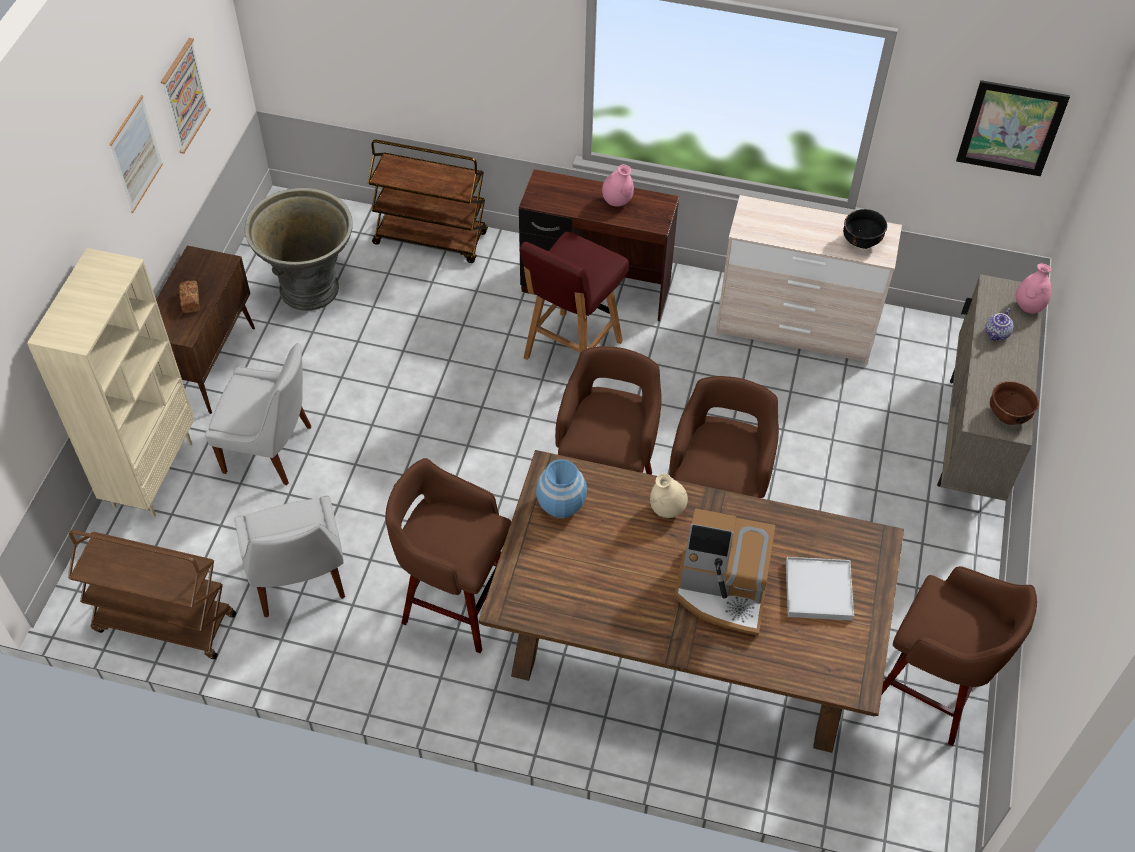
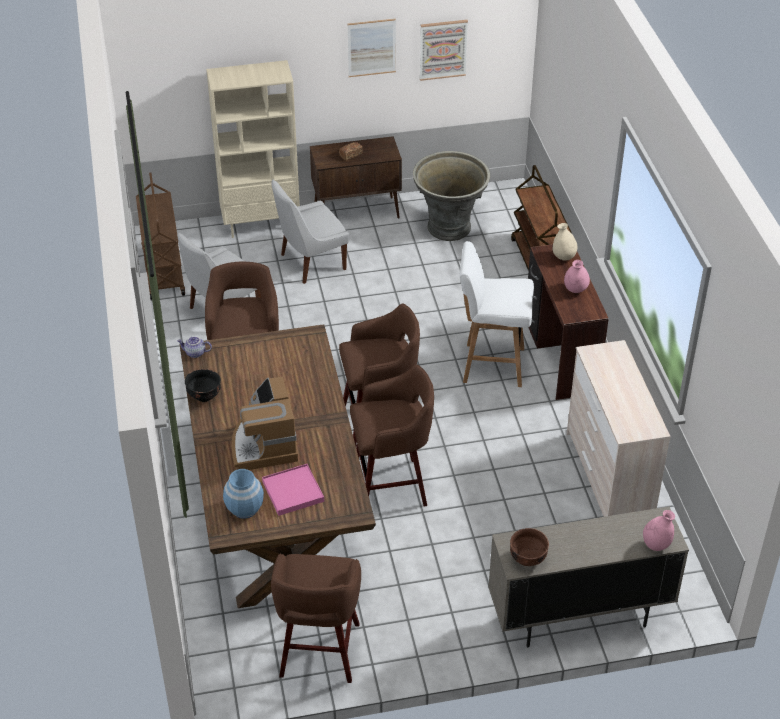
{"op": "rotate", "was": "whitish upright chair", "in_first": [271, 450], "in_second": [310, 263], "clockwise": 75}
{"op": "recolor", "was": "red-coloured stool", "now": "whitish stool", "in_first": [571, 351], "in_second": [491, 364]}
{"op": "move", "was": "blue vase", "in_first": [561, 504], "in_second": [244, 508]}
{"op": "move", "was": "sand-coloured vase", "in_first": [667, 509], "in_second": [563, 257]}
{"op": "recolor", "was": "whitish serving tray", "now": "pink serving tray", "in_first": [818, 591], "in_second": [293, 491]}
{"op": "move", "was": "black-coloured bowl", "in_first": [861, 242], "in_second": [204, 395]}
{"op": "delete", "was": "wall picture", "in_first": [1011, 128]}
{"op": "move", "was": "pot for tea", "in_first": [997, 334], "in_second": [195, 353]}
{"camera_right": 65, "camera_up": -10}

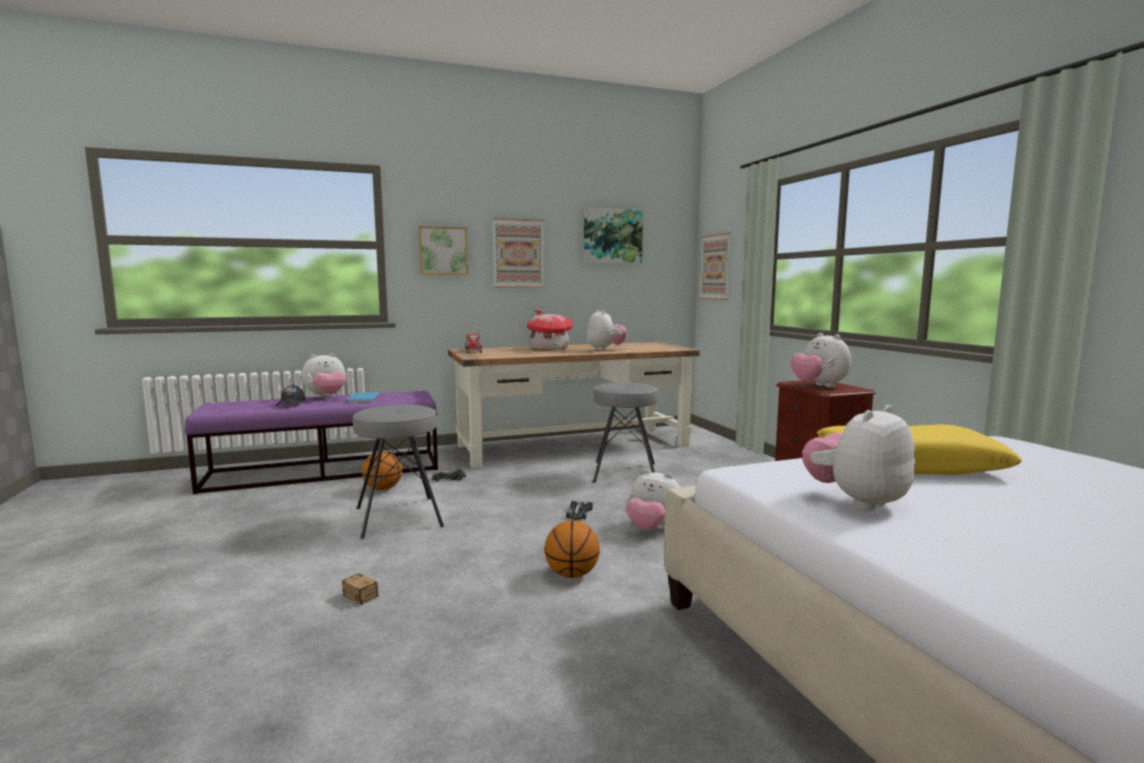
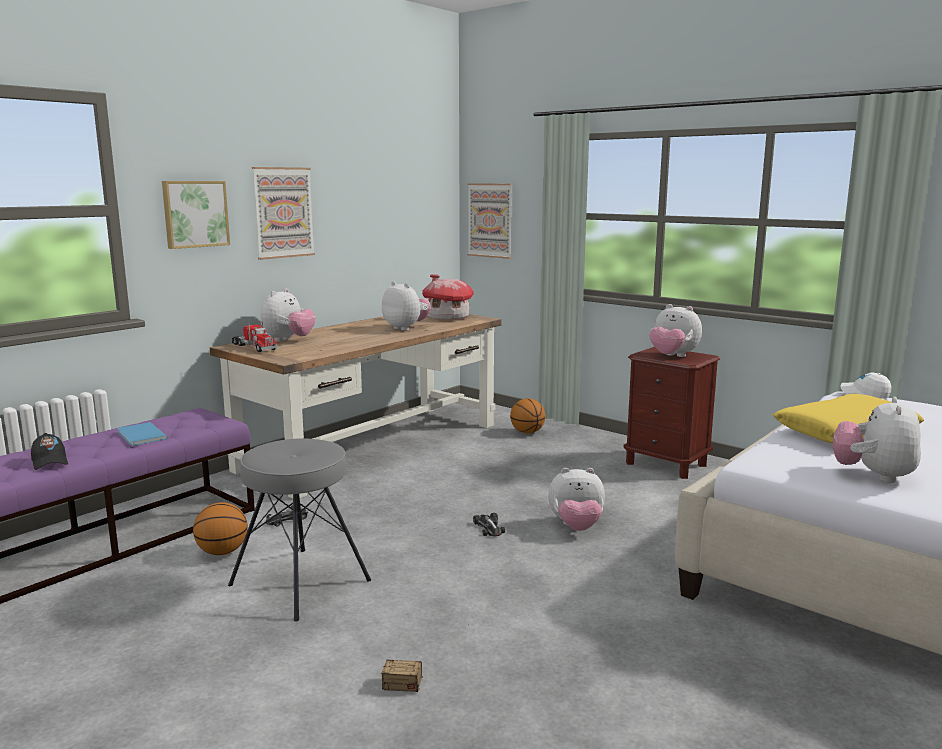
{"op": "move", "was": "cuddly toy", "in_first": [326, 397], "in_second": [288, 340]}
{"op": "move", "was": "miniature house", "in_first": [548, 349], "in_second": [447, 317]}
{"op": "move", "was": "basketball", "in_first": [572, 574], "in_second": [527, 432]}
{"op": "delete", "was": "wall picture", "in_first": [612, 236]}
{"op": "delete", "was": "grey stool", "in_first": [624, 472]}
{"op": "insert", "now": "whitish peaked cap", "in_second": [865, 393]}
{"camera_right": -30, "camera_up": 5}

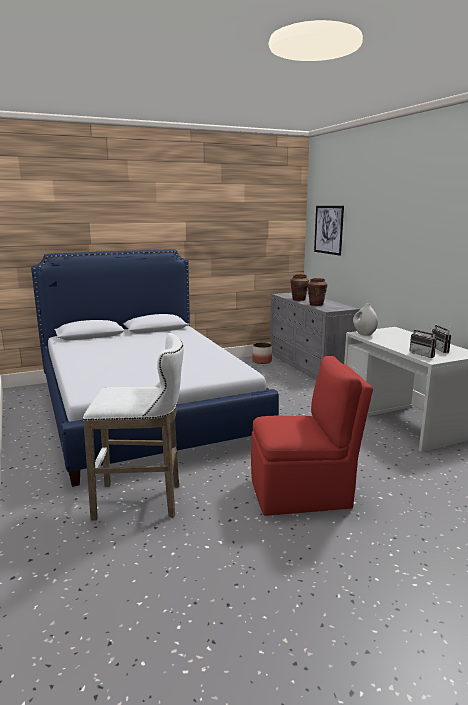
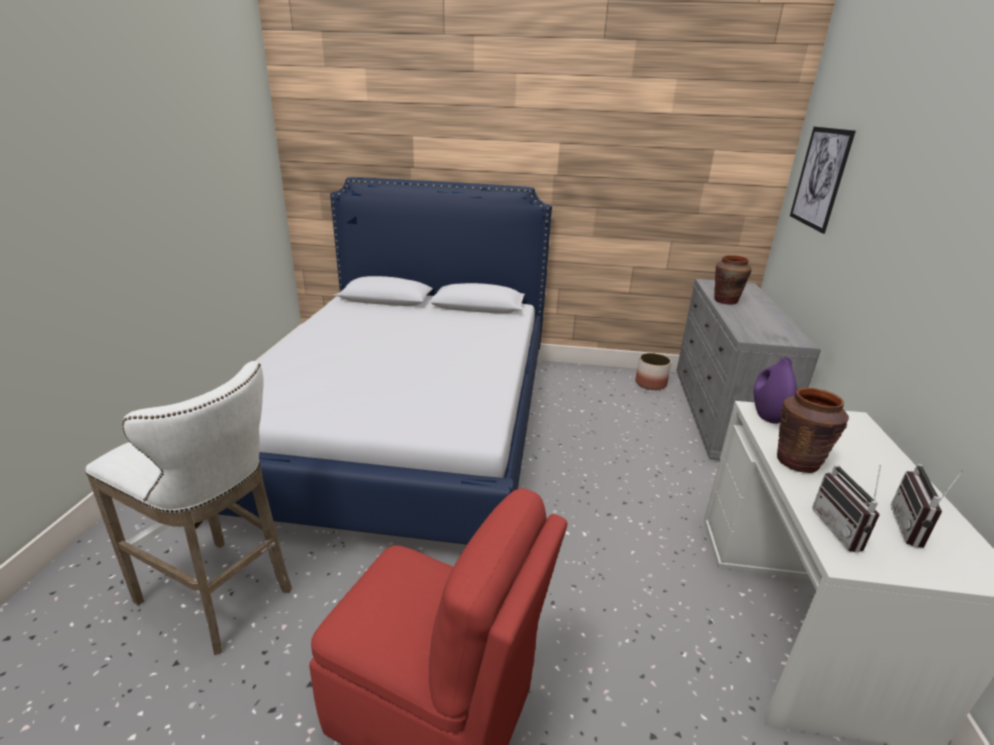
{"op": "move", "was": "brownish vase", "in_first": [316, 304], "in_second": [797, 462]}
{"op": "recolor", "was": "whitish vase", "now": "purple vase", "in_first": [364, 334], "in_second": [767, 416]}
{"camera_right": 30, "camera_up": 10}

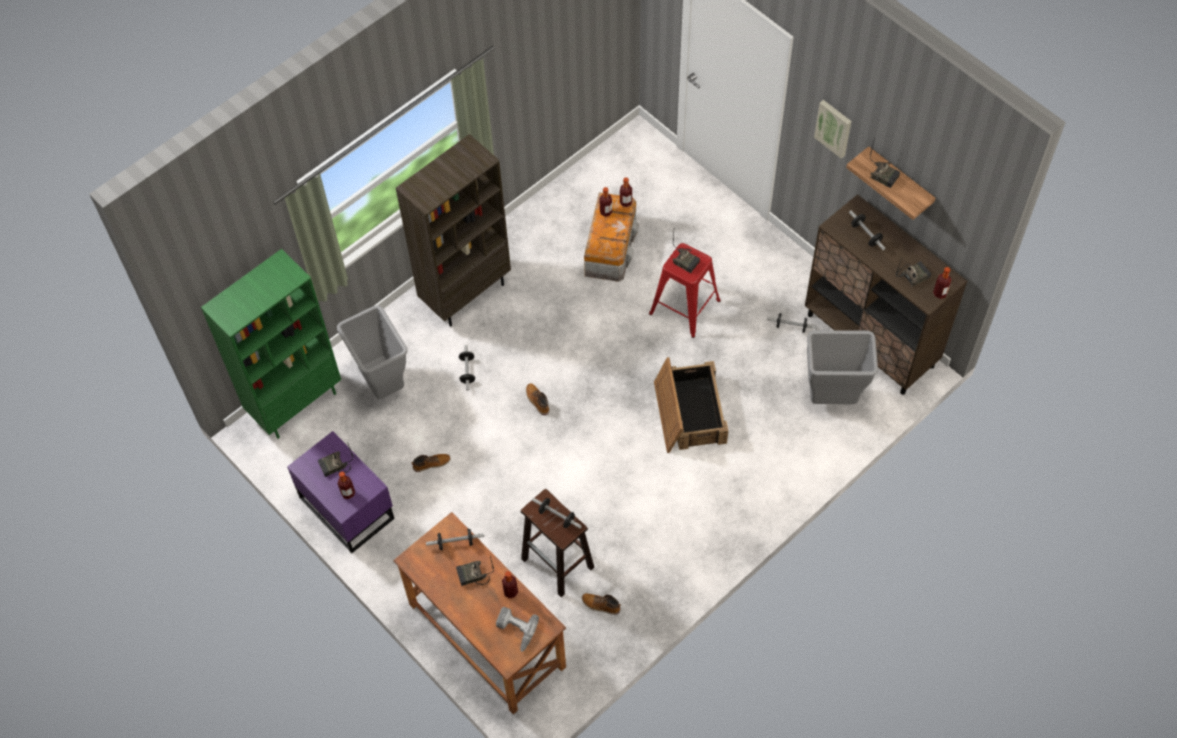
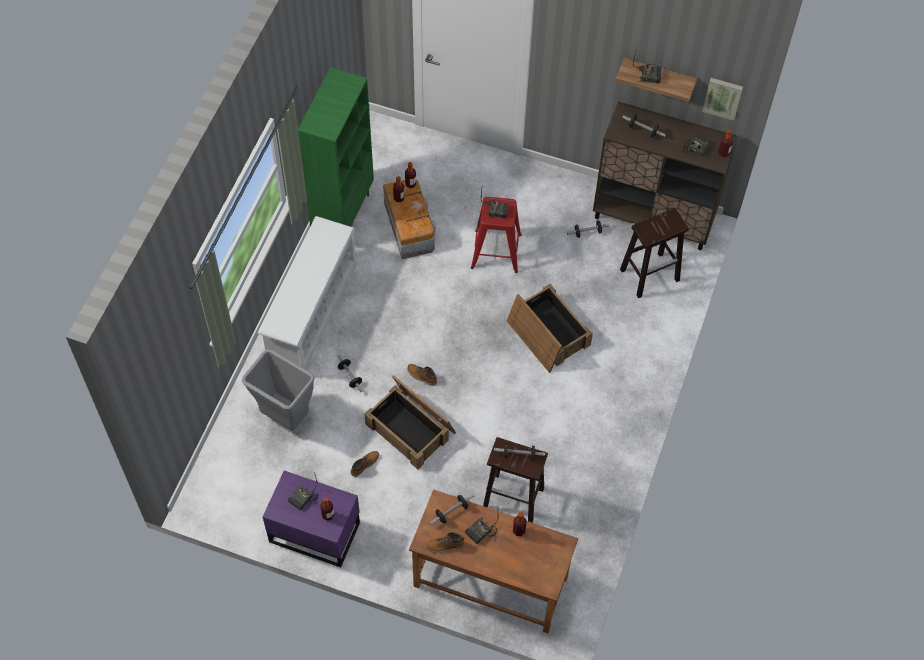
{"op": "move", "was": "green bookshelf", "in_first": [296, 403], "in_second": [343, 214]}
{"op": "replace", "was": "brownish bookshelf", "now": "whitish shoe rack", "in_first": [466, 294], "in_second": [311, 314]}
{"op": "delete", "was": "drill", "in_first": [515, 630]}
{"op": "move", "was": "boot", "in_first": [600, 605], "in_second": [444, 546]}
{"op": "replace", "was": "grey trash can", "now": "brownish stool", "in_first": [832, 397], "in_second": [650, 274]}
{"op": "move", "was": "wall picture", "in_first": [834, 128], "in_second": [723, 97]}
{"op": "insert", "now": "packing crate", "in_second": [411, 428]}
{"camera_right": -30, "camera_up": 0}

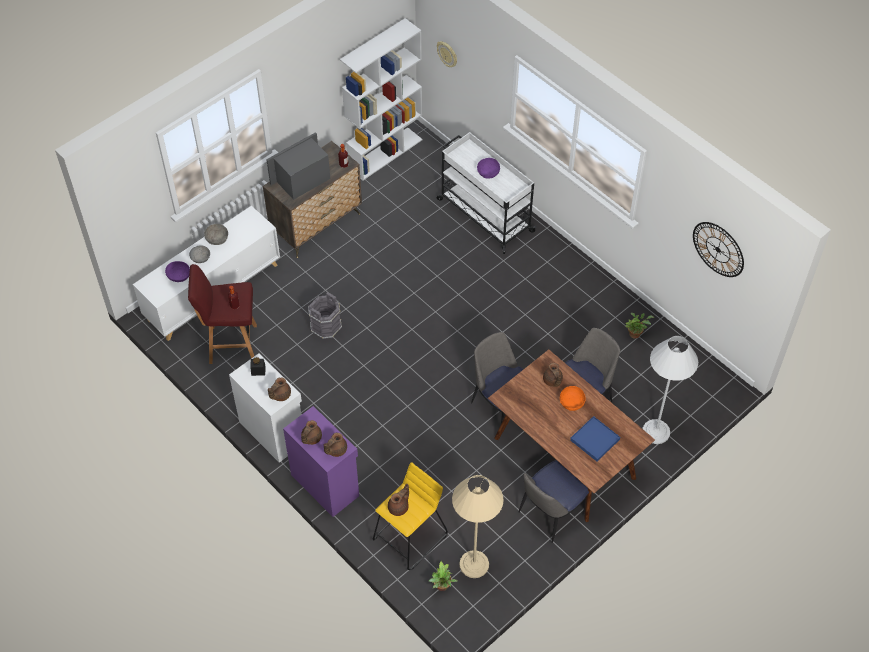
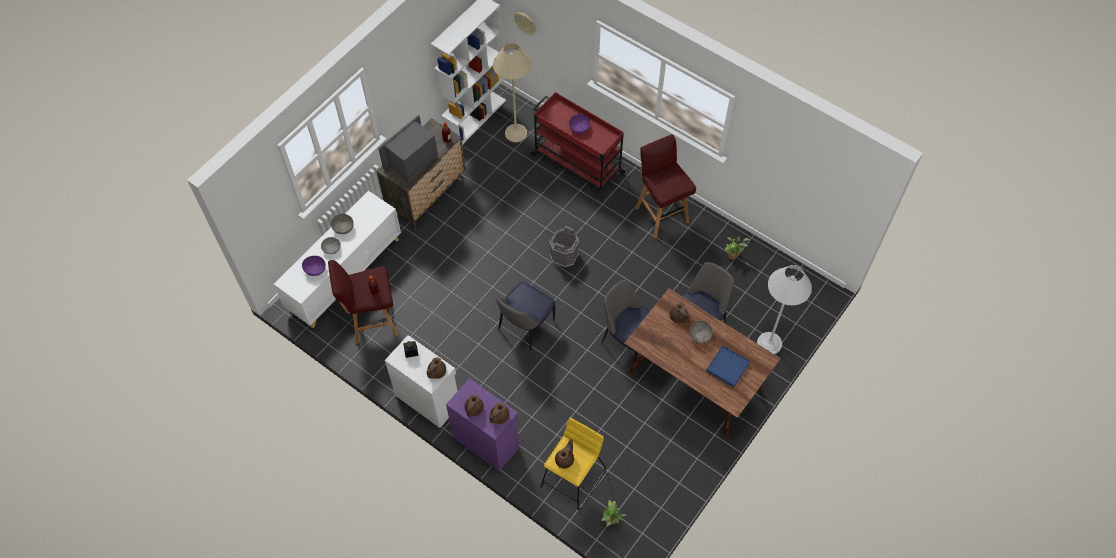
{"op": "move", "was": "grey pail", "in_first": [326, 326], "in_second": [564, 255]}
{"op": "recolor", "was": "whitish cart", "now": "red-coloured cart", "in_first": [484, 214], "in_second": [576, 163]}
{"op": "move", "was": "sand-coloured standing lamp", "in_first": [474, 564], "in_second": [516, 133]}
{"op": "move", "was": "upright chair", "in_first": [550, 513], "in_second": [525, 327]}
{"op": "recolor", "was": "orange bowl", "now": "grey bowl", "in_first": [571, 403], "in_second": [700, 335]}
{"op": "delete", "was": "wall clock", "in_first": [718, 249]}
{"op": "insert", "now": "red-coloured stool", "in_second": [661, 214]}
{"camera_right": -10, "camera_up": 5}

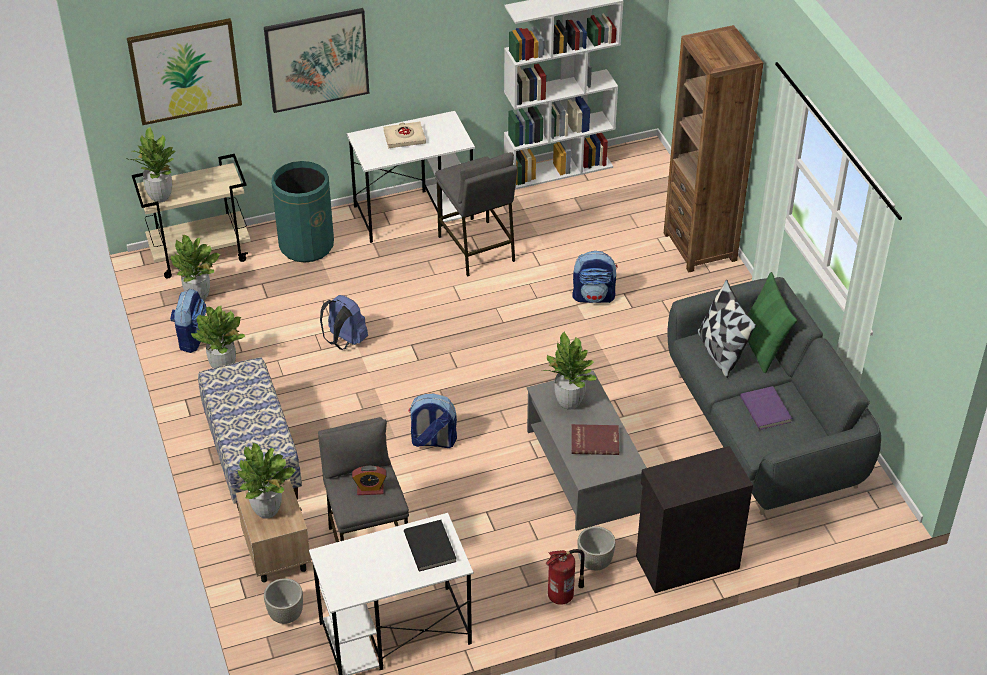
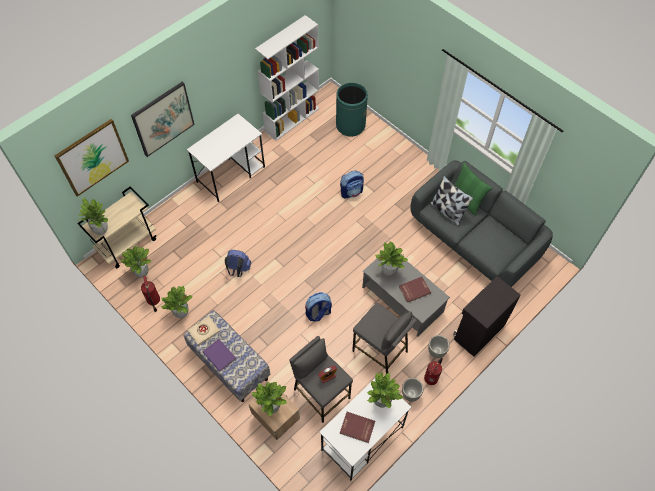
{"op": "replace", "was": "backpack", "now": "fire extinguisher", "in_first": [192, 338], "in_second": [153, 301]}
{"op": "move", "was": "grey planter", "in_first": [285, 615], "in_second": [410, 394]}
{"op": "move", "was": "green trash can", "in_first": [306, 245], "in_second": [350, 125]}
{"op": "move", "was": "sand-coloured book", "in_first": [404, 137], "in_second": [204, 331]}
{"op": "replace", "was": "black-coloured book", "now": "plant in a pot", "in_first": [431, 547], "in_second": [381, 401]}
{"op": "move", "was": "grey stool", "in_first": [476, 249], "in_second": [380, 351]}
{"op": "delete", "was": "brownish bookshelf", "in_first": [700, 247]}
{"op": "move", "was": "purple book", "in_first": [766, 409], "in_second": [220, 355]}
{"op": "insert", "now": "red-coloured book", "in_second": [357, 428]}
{"camera_right": -25, "camera_up": 15}

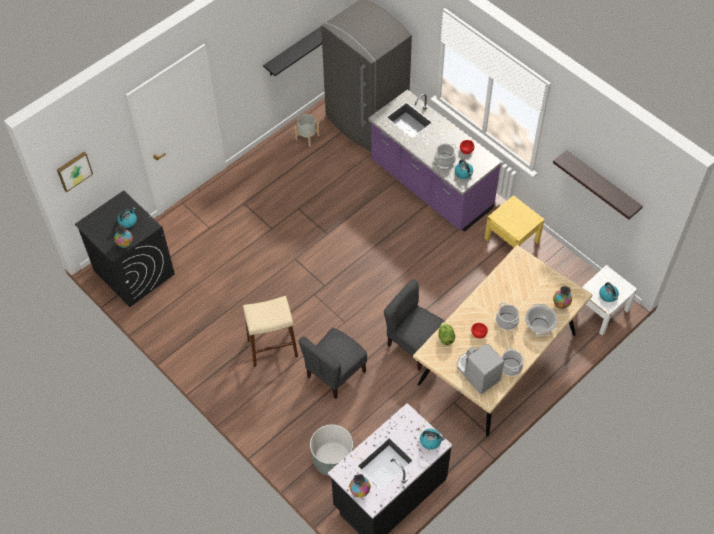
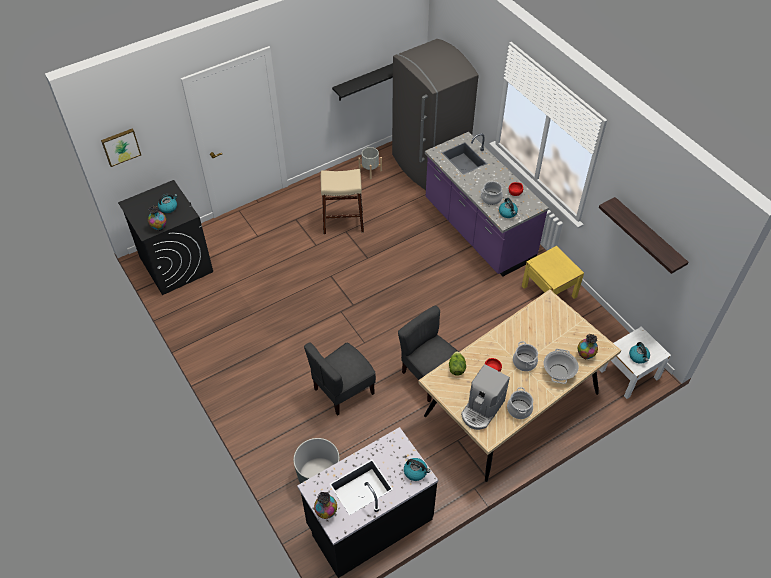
{"op": "move", "was": "sand-coloured stool", "in_first": [272, 347], "in_second": [343, 222]}
{"op": "rotate", "was": "coffee machine", "in_first": [477, 373], "in_second": [482, 409], "clockwise": -120}
{"camera_right": 10, "camera_up": -5}

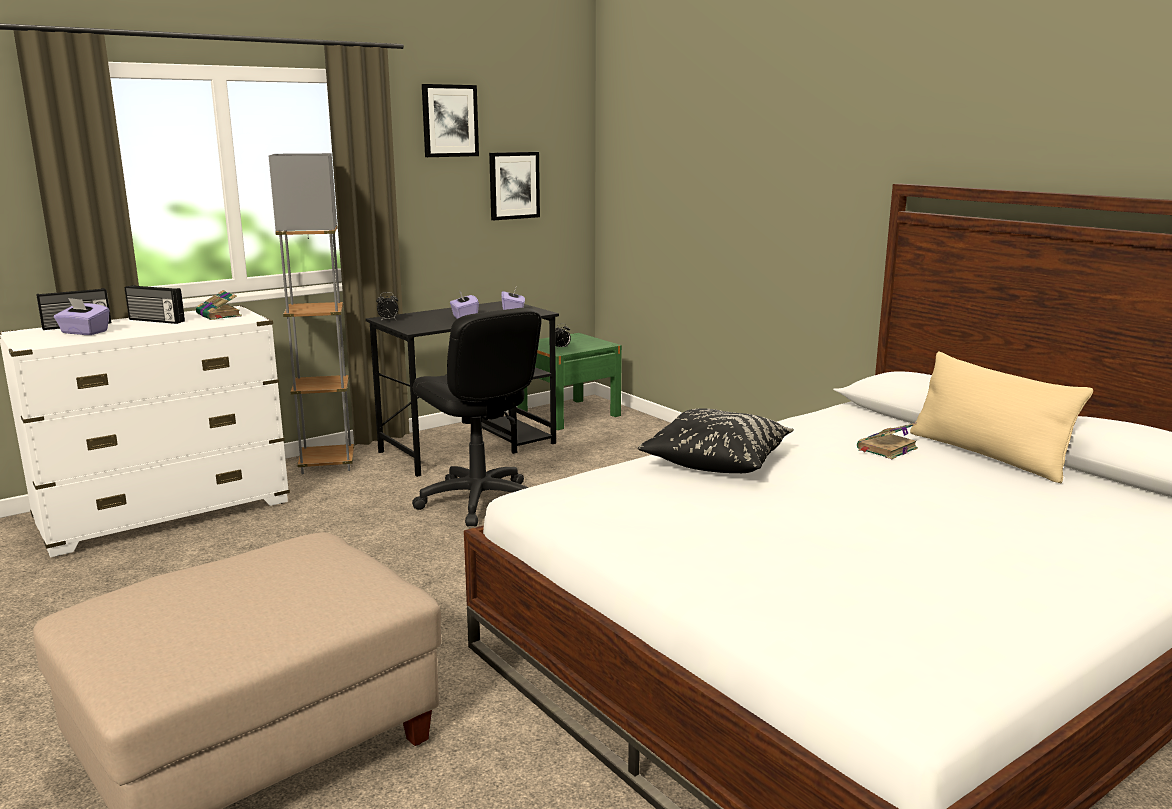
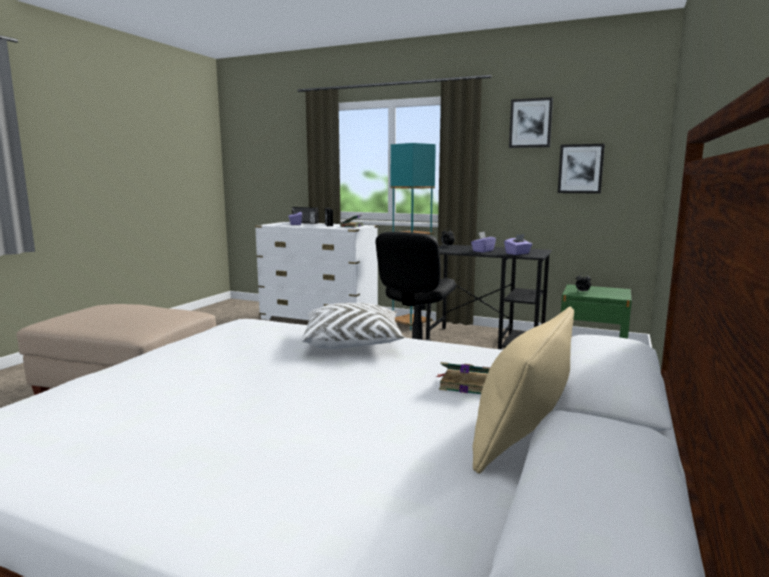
{"op": "recolor", "was": "grey standing lamp", "now": "turquoise-coloured standing lamp", "in_first": [327, 464], "in_second": [411, 324]}
{"op": "recolor", "was": "black-coloured cushion", "now": "whitish cushion", "in_first": [717, 461], "in_second": [353, 343]}
{"camera_right": 60, "camera_up": -5}

